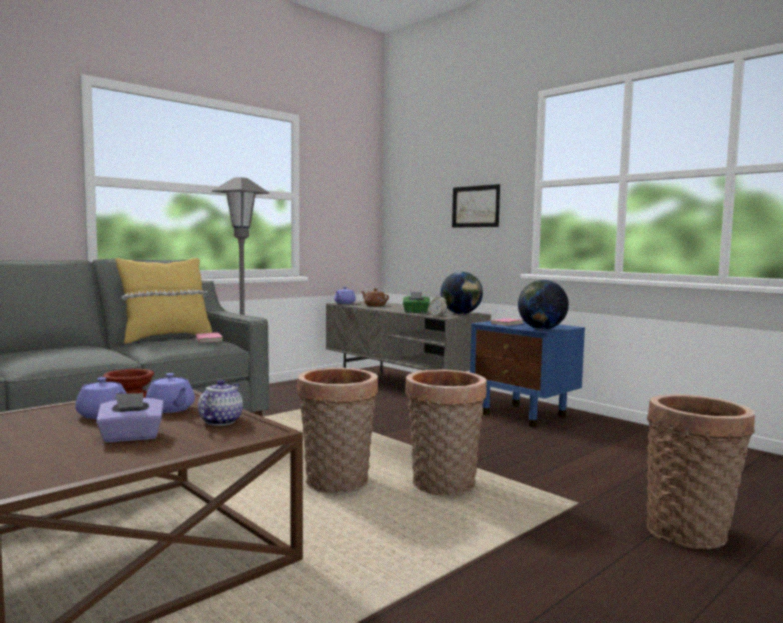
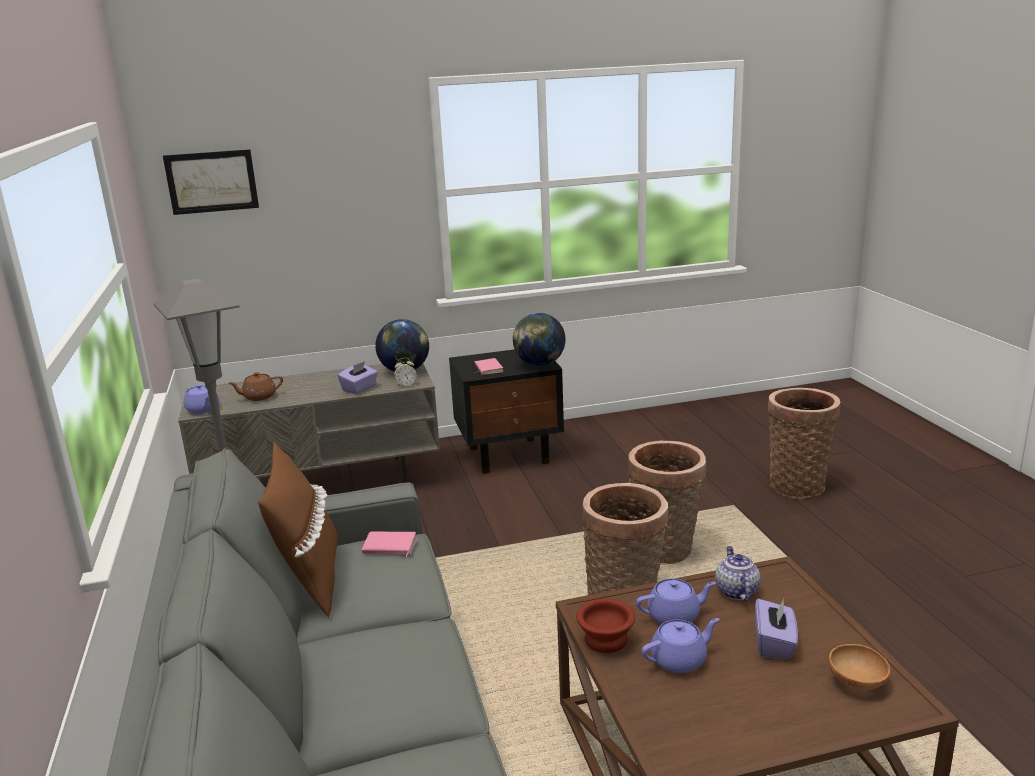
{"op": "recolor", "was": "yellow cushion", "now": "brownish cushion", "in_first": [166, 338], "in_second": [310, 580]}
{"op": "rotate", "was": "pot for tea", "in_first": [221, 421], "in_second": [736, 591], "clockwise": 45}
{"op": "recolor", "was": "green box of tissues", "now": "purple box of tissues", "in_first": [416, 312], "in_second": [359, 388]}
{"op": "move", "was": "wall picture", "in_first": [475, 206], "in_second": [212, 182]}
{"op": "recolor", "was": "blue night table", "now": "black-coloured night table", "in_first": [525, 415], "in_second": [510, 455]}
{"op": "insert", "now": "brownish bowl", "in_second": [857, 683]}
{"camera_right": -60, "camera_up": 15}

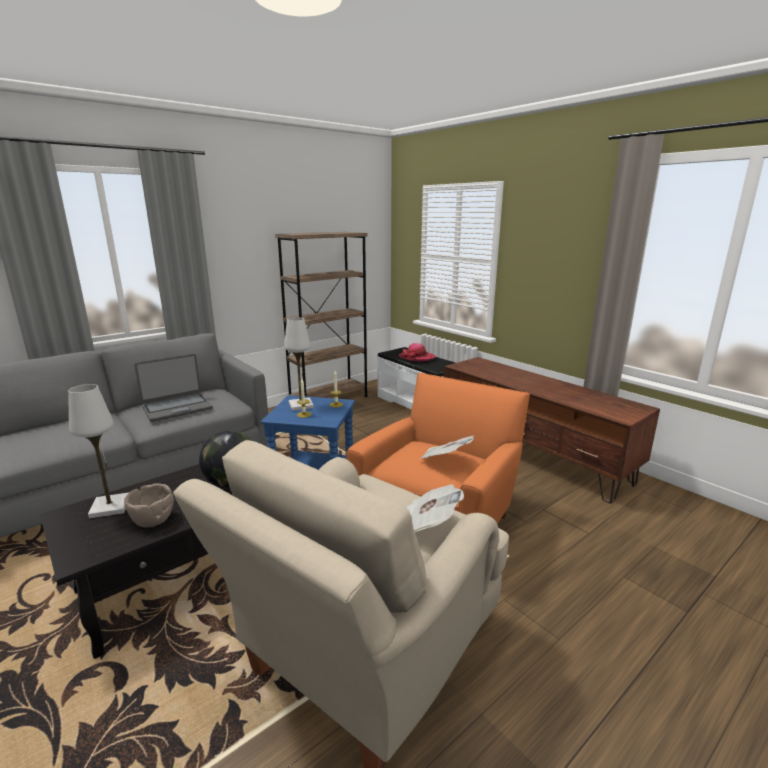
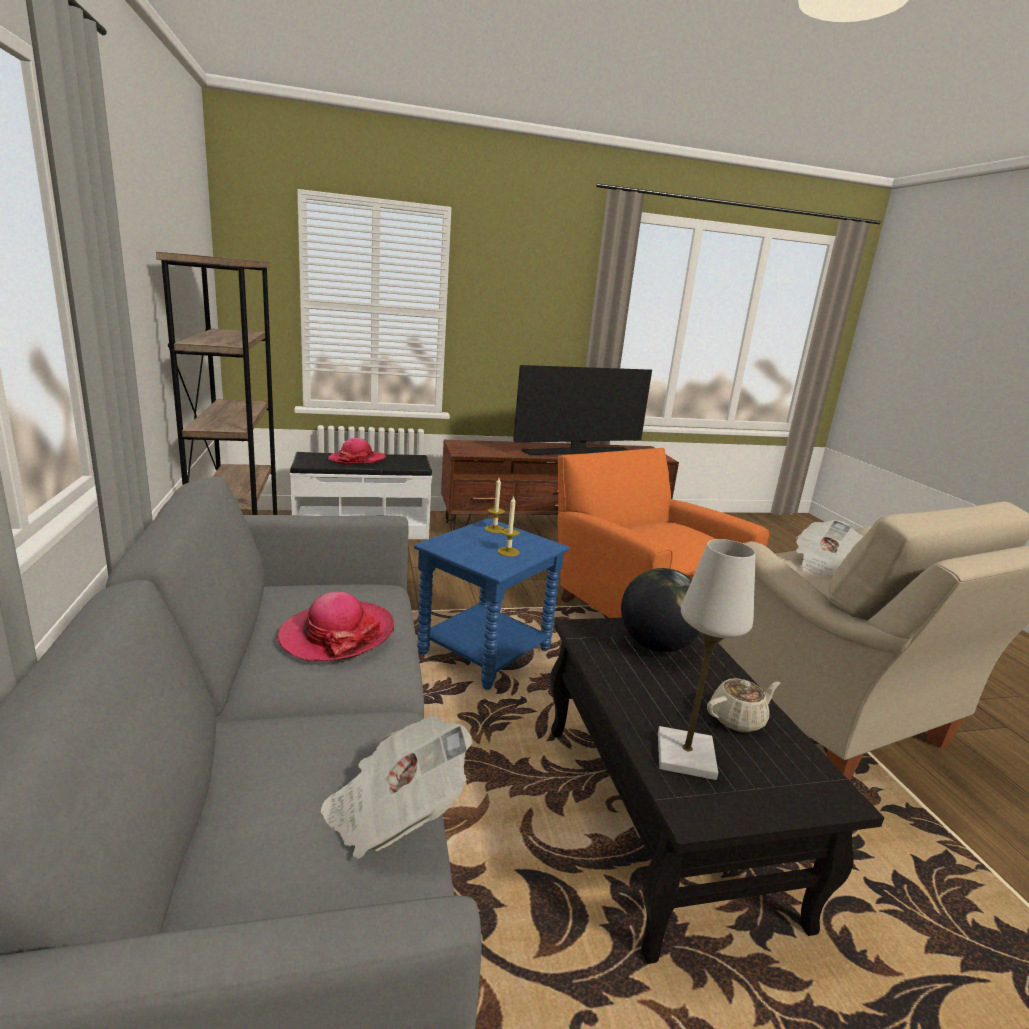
{"op": "replace", "was": "brownish bowl", "now": "sand-coloured pot for tea", "in_first": [152, 520], "in_second": [738, 719]}
{"op": "replace", "was": "laptop", "now": "hat", "in_first": [177, 408], "in_second": [337, 634]}
{"op": "delete", "was": "whitish lamp for a table", "in_first": [301, 405]}
{"op": "move", "was": "daily paper", "in_first": [445, 460], "in_second": [395, 811]}
{"op": "insert", "now": "television", "in_second": [577, 451]}
{"camera_right": -65, "camera_up": 0}

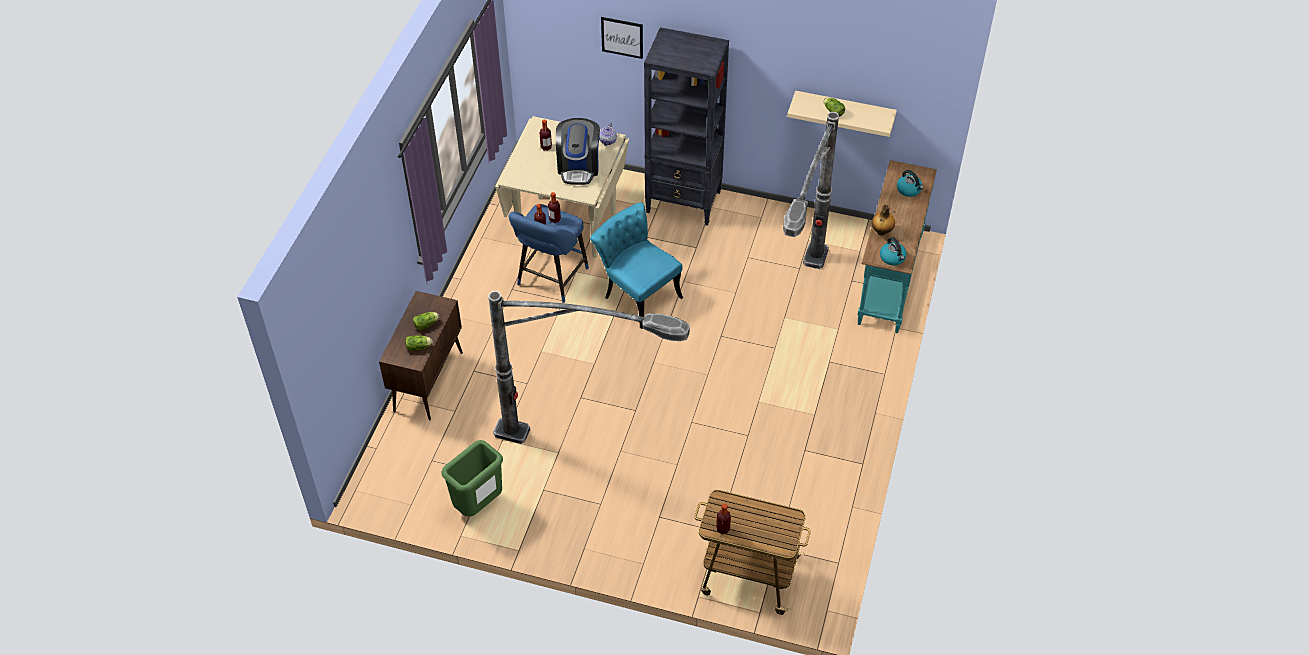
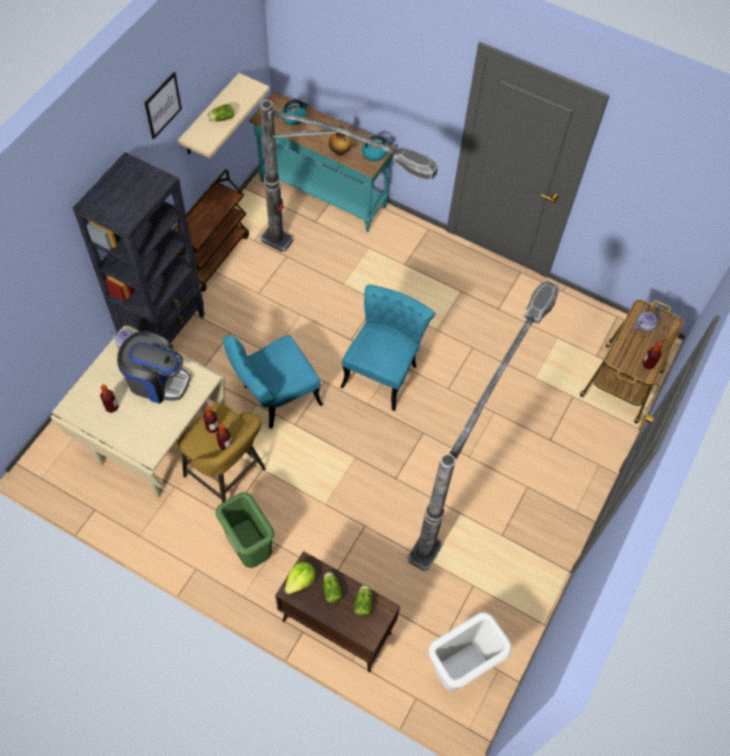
{"op": "move", "was": "green trash can", "in_first": [478, 505], "in_second": [250, 548]}
{"op": "recolor", "was": "blue stool", "now": "yellow stool", "in_first": [550, 279], "in_second": [228, 475]}
{"op": "move", "was": "wall picture", "in_first": [622, 37], "in_second": [162, 105]}
{"op": "insert", "now": "brownish cart", "in_second": [212, 256]}
{"op": "insert", "now": "head of lettuce", "in_second": [300, 580]}
{"op": "insert", "now": "turquoise-coloured upright chair", "in_second": [383, 370]}
{"op": "insert", "now": "whitish trash can", "in_second": [459, 670]}
{"op": "insert", "now": "pot for tea", "in_second": [644, 325]}
{"camera_right": -80, "camera_up": 10}

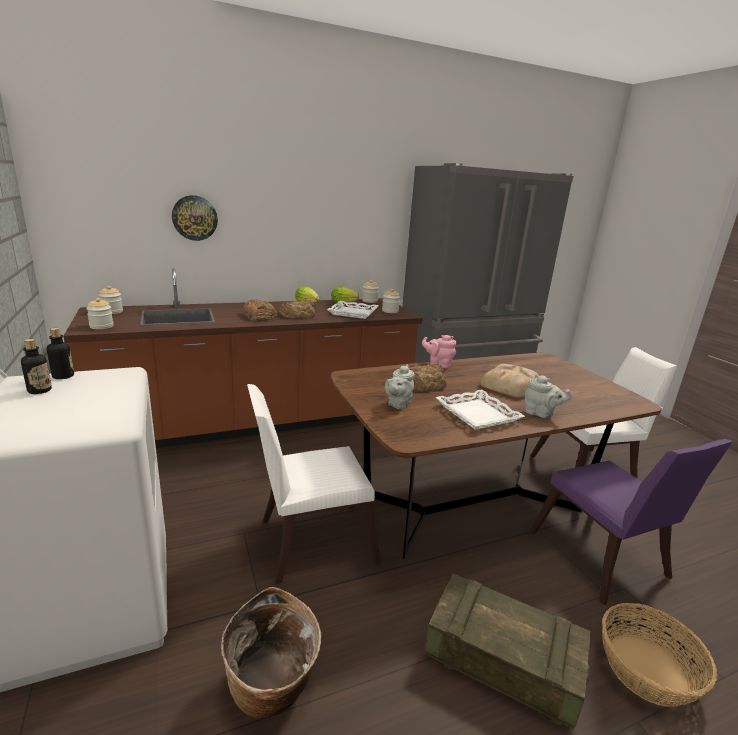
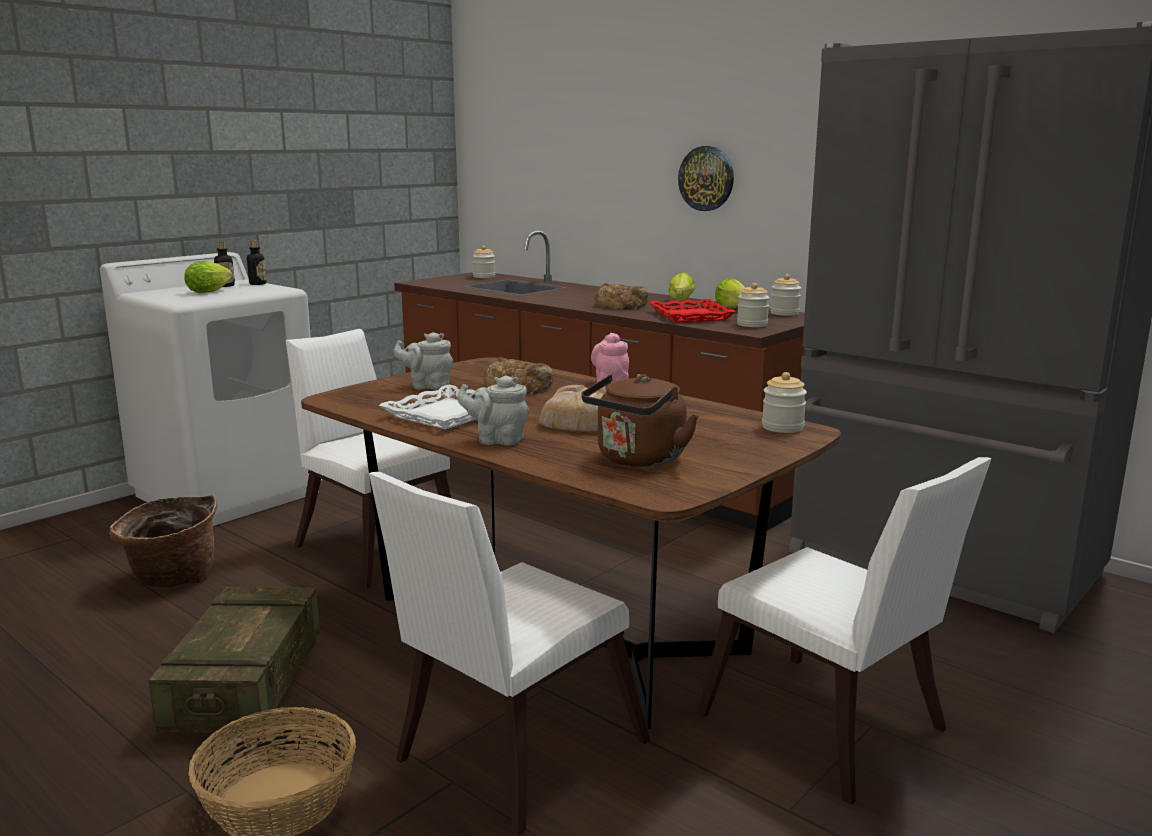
{"op": "move", "was": "storage jar", "in_first": [101, 326], "in_second": [782, 427]}
{"op": "move", "was": "wall clock", "in_first": [194, 218], "in_second": [706, 178]}
{"op": "delete", "was": "baked bread", "in_first": [259, 316]}
{"op": "recolor", "was": "whitish serving tray", "now": "red-coloured serving tray", "in_first": [353, 313], "in_second": [691, 316]}
{"op": "rotate", "was": "grey pot for tea", "in_first": [541, 414], "in_second": [497, 440], "clockwise": 90}
{"op": "recolor", "was": "purple upright chair", "now": "whitish upright chair", "in_first": [602, 561], "in_second": [509, 756]}
{"op": "insert", "now": "head of lettuce", "in_second": [211, 291]}
{"op": "insert", "now": "brownish kettle", "in_second": [638, 460]}
{"camera_right": 65, "camera_up": -5}

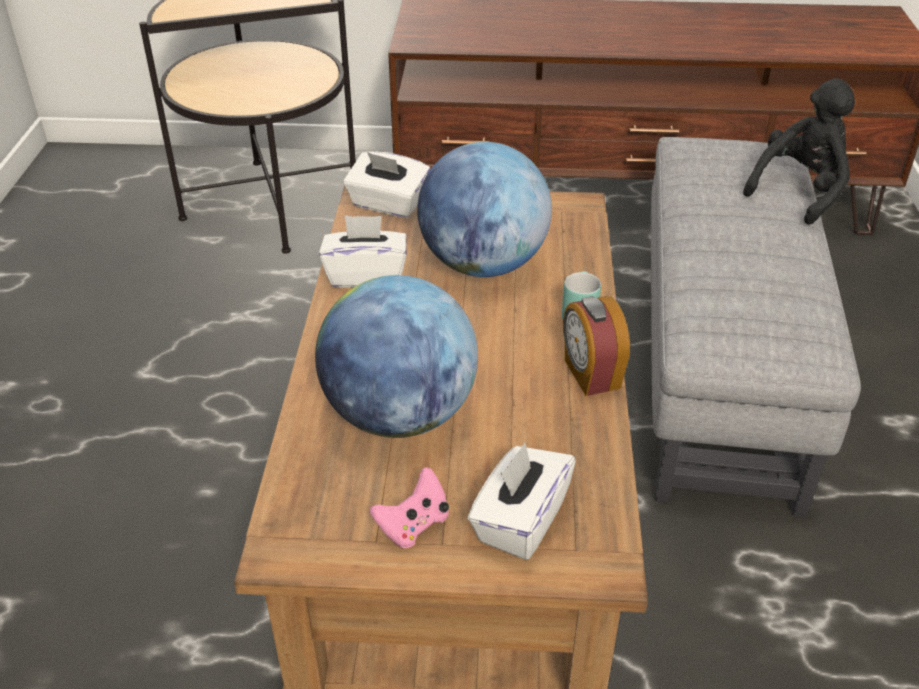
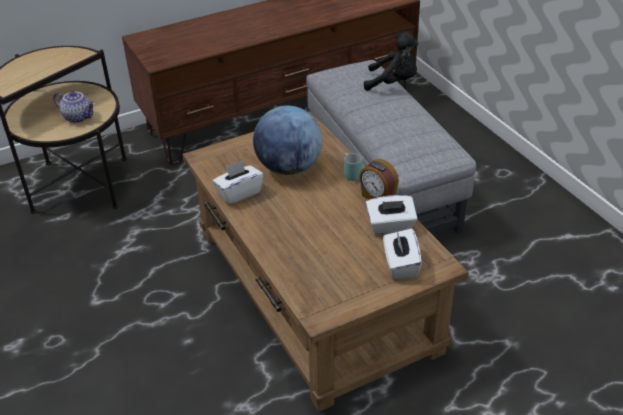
{"op": "delete", "was": "world globe", "in_first": [399, 415]}
{"op": "move", "was": "whitish box of tissues", "in_first": [388, 204], "in_second": [390, 226]}
{"op": "delete", "was": "pink joypad", "in_first": [413, 525]}
{"op": "rotate", "was": "black-coloured cuddly toy", "in_first": [799, 191], "in_second": [393, 83], "clockwise": 90}
{"op": "insert", "now": "pot for tea", "in_second": [79, 117]}
{"camera_right": -30, "camera_up": 0}

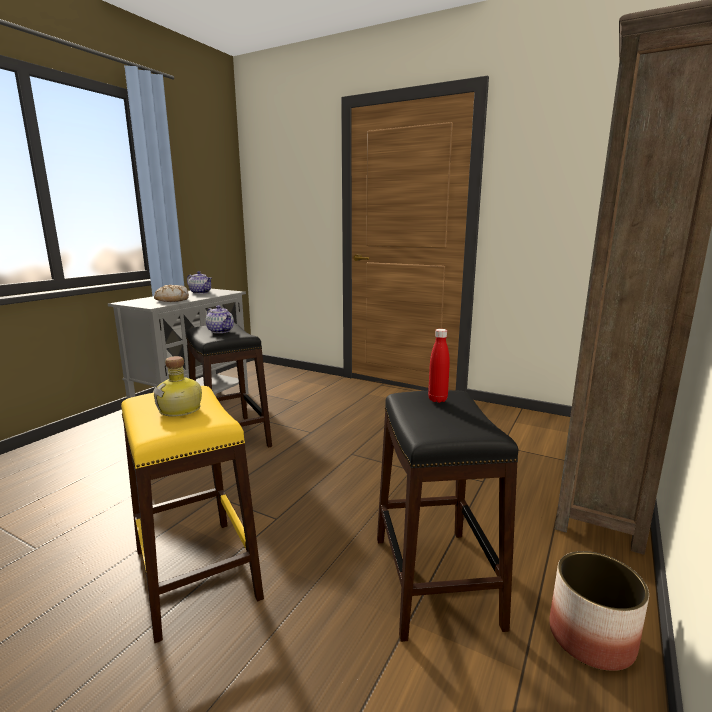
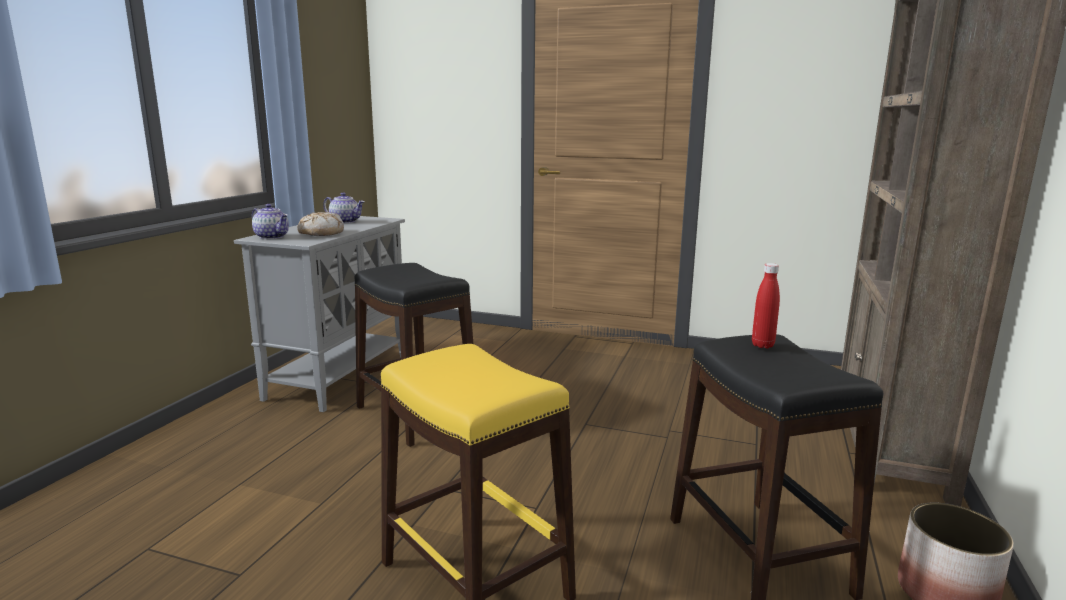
{"op": "delete", "was": "drink bottle", "in_first": [181, 410]}
{"op": "move", "was": "pot for tea", "in_first": [221, 331], "in_second": [272, 237]}
{"camera_right": -10, "camera_up": 0}

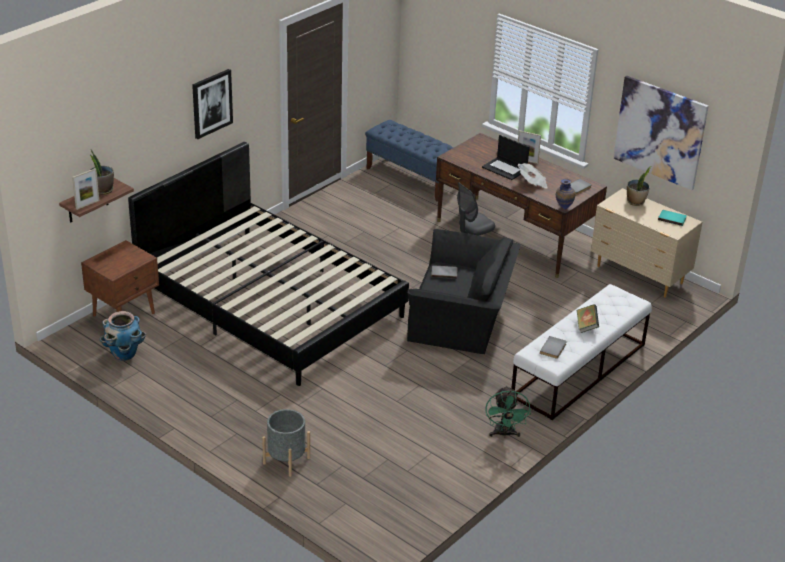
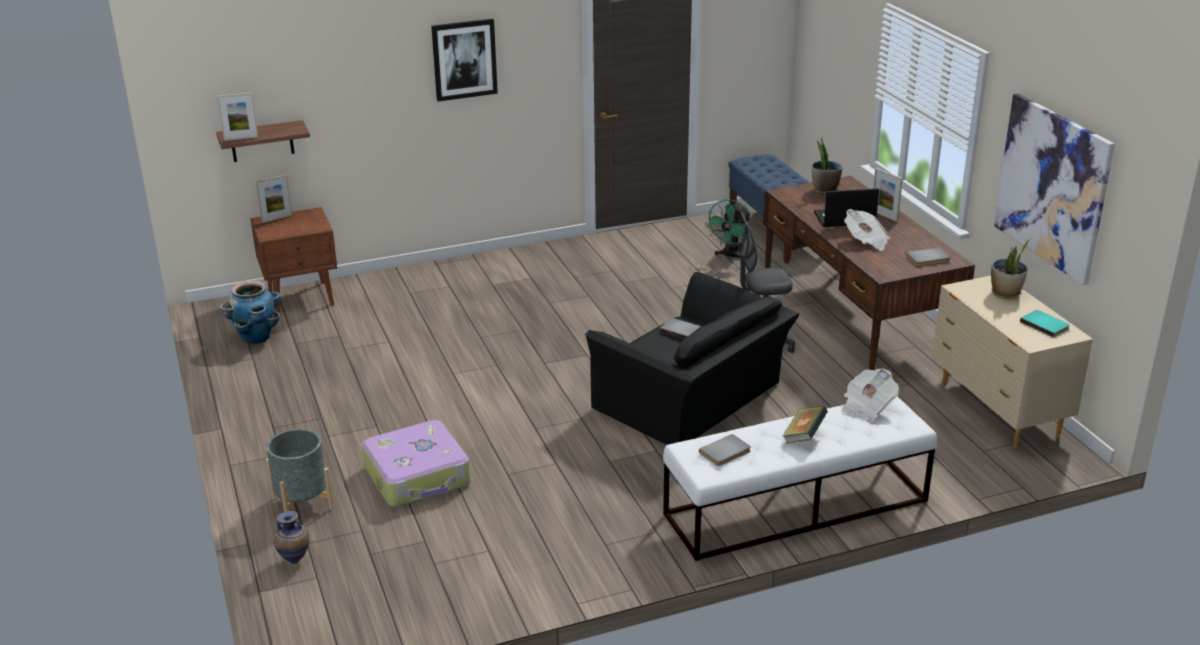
{"op": "move", "was": "plant in a pot", "in_first": [102, 190], "in_second": [824, 190]}
{"op": "delete", "was": "black-coloured bedroom bed", "in_first": [270, 303]}
{"op": "rotate", "was": "laptop", "in_first": [505, 169], "in_second": [844, 218], "clockwise": 105}
{"op": "move", "was": "green fan", "in_first": [504, 434], "in_second": [731, 256]}
{"op": "move", "was": "vase", "in_first": [563, 208], "in_second": [295, 560]}
{"op": "insert", "now": "photo frame", "in_second": [277, 219]}
{"op": "insert", "now": "suitcase", "in_second": [418, 476]}
{"op": "insert", "now": "daily paper", "in_second": [866, 407]}
{"camera_right": 30, "camera_up": -5}

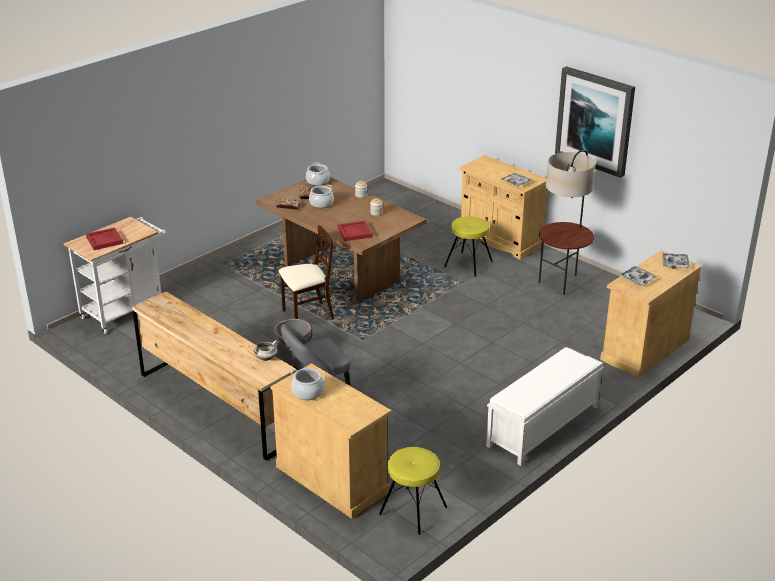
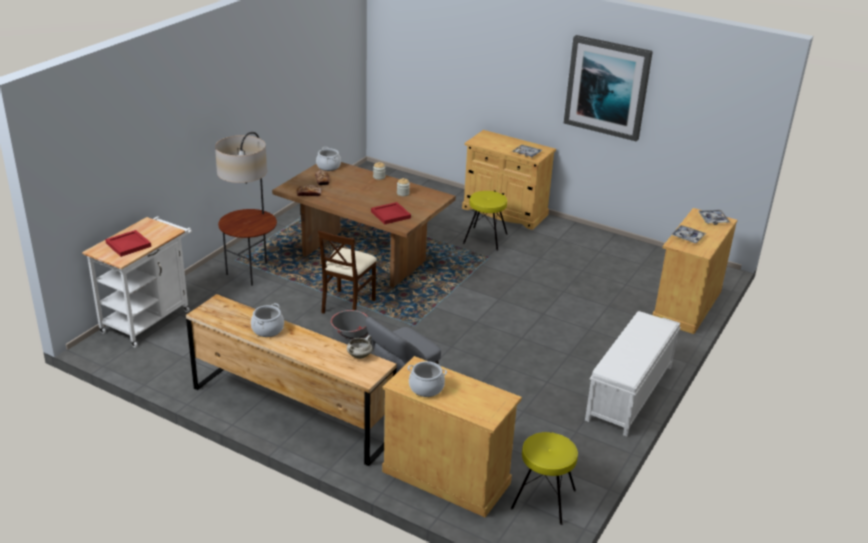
{"op": "rotate", "was": "sand-coloured upright chair", "in_first": [307, 315], "in_second": [347, 305], "clockwise": 150}
{"op": "move", "was": "cooking pot", "in_first": [321, 204], "in_second": [268, 329]}
{"op": "move", "was": "standing lamp", "in_first": [562, 282], "in_second": [251, 272]}
{"camera_right": -15, "camera_up": 0}

